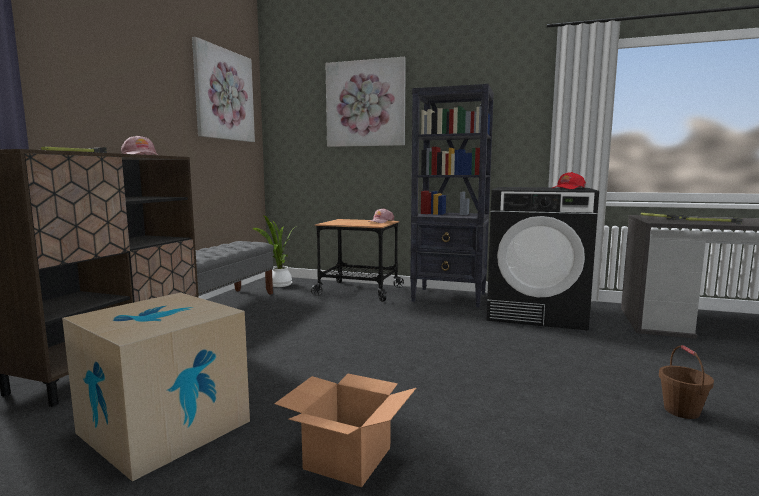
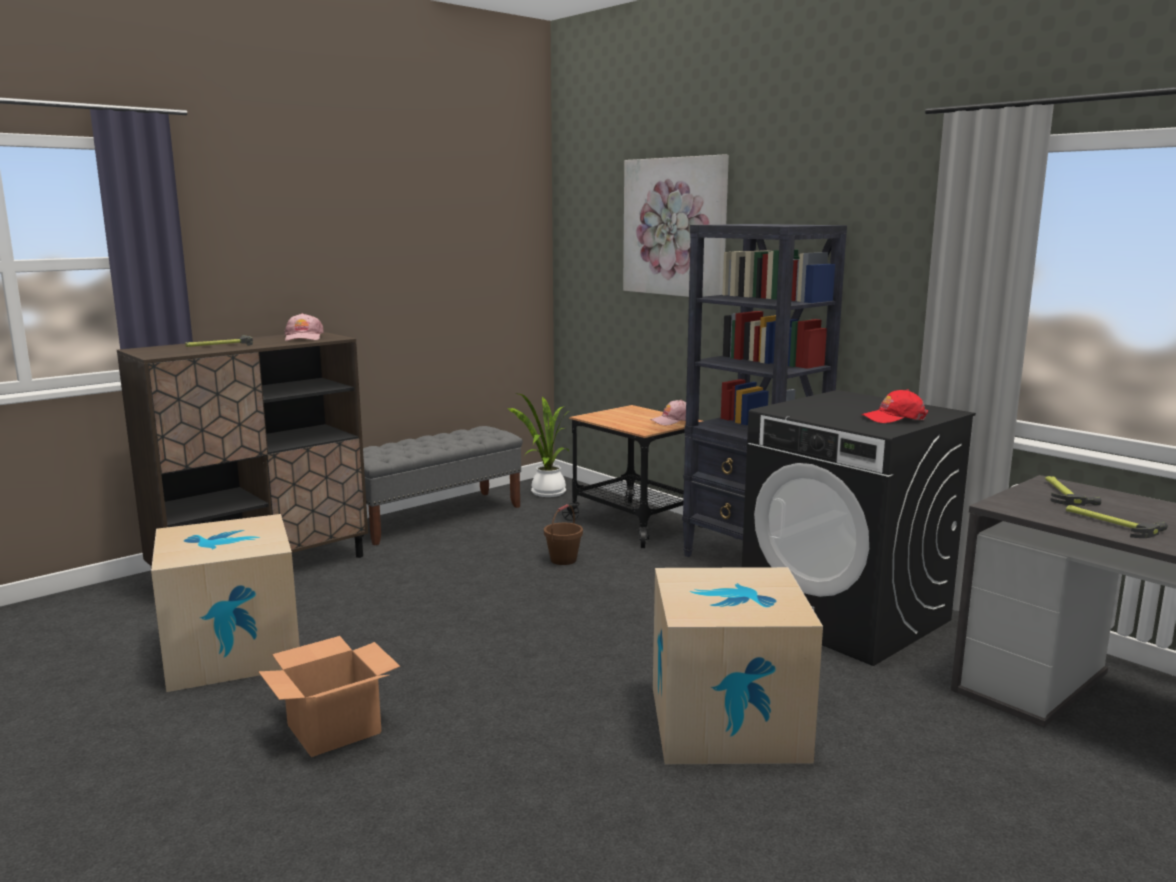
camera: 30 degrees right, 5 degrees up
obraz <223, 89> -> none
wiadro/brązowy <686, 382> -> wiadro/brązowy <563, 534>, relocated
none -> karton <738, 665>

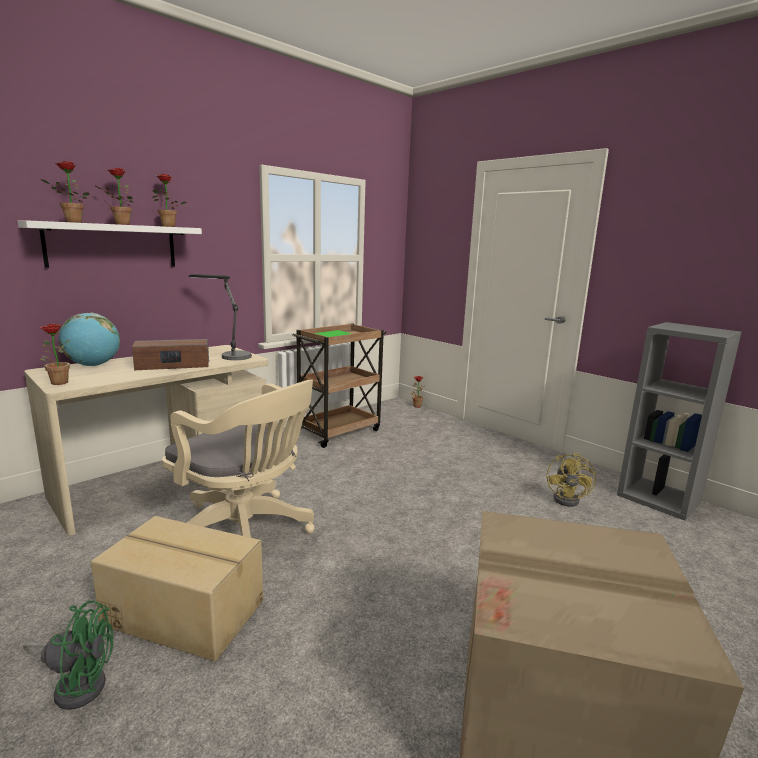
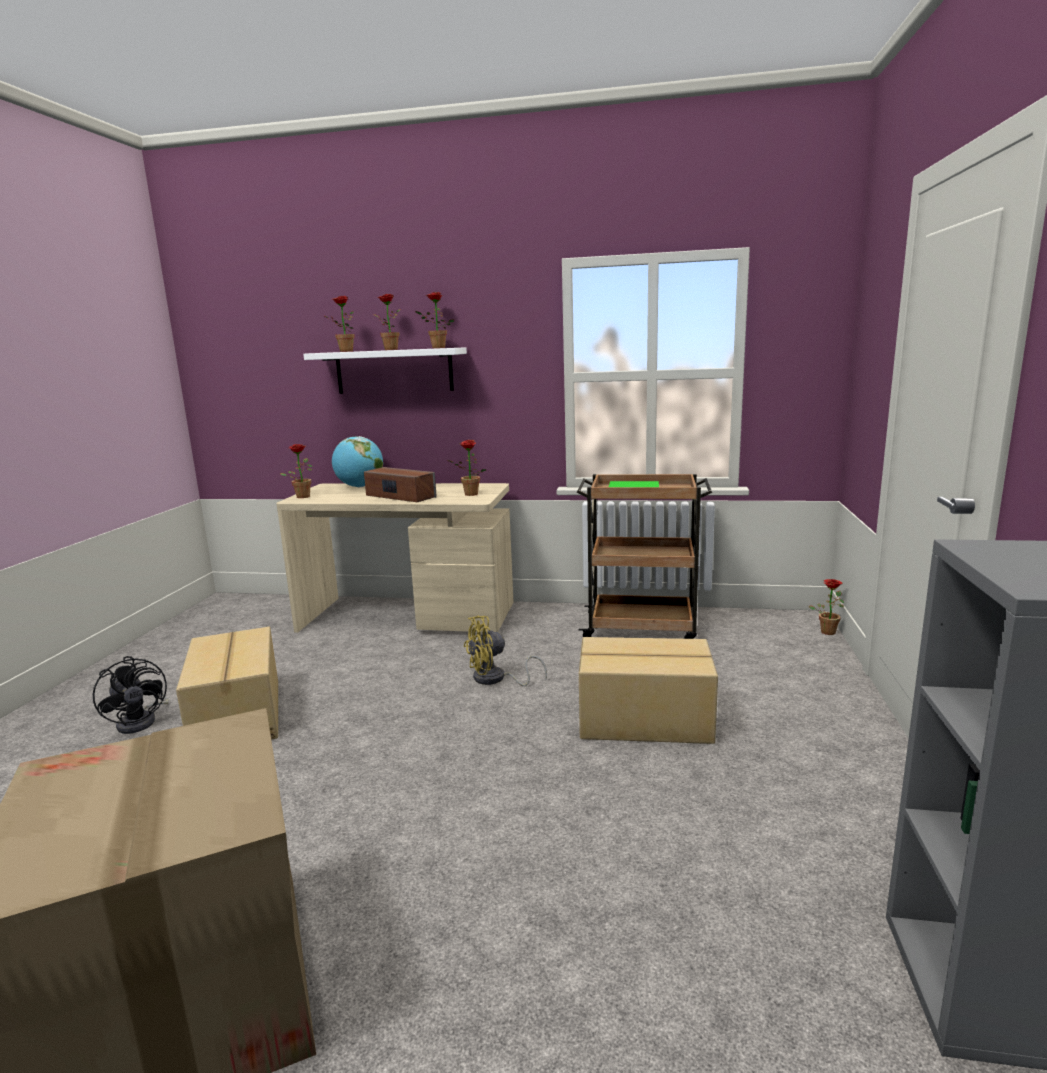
camera: 55 degrees right, 0 degrees up
lampa stołowa <220, 317> -> roślina doniczkowa <466, 468>
krzesło biurowe/beżowy <238, 459> -> none
wentylator/żółty <571, 480> -> wentylator/żółty <505, 651>, relocated
wentylator/zielony <68, 655> -> wentylator/czarny <131, 695>
none -> karton <648, 690>

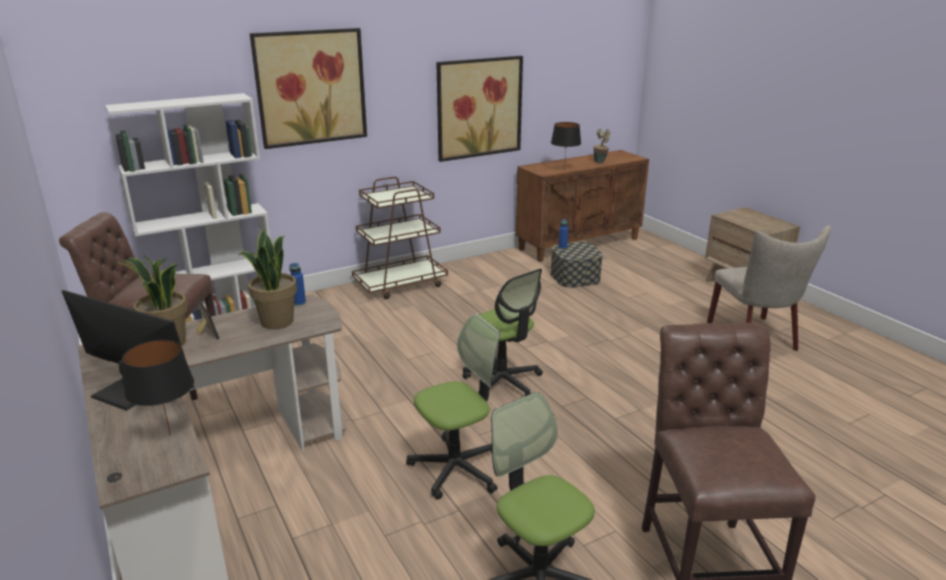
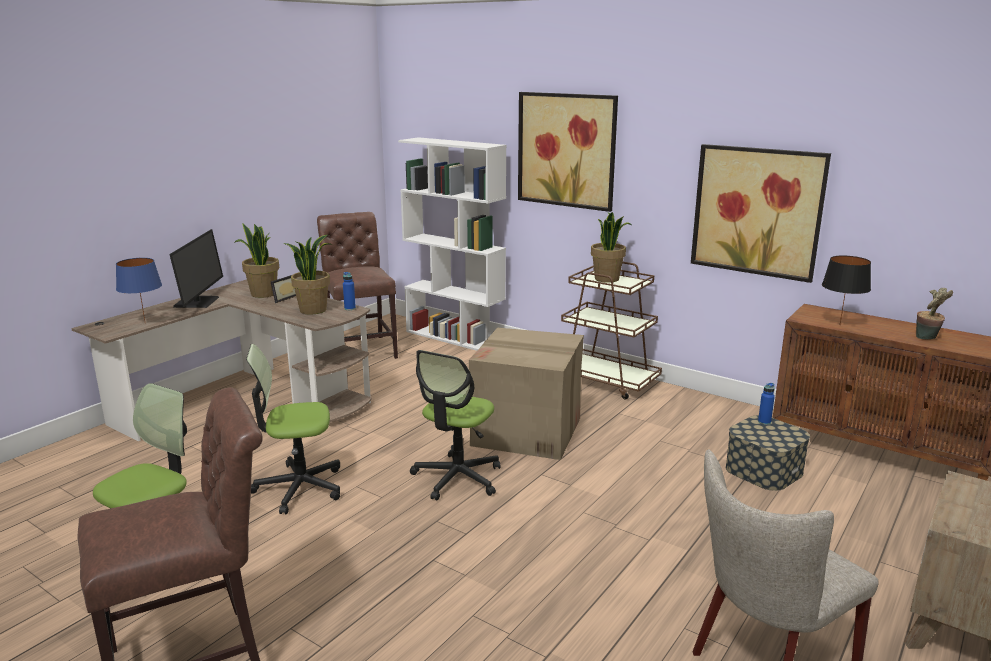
camera: 65 degrees right, 5 degrees down
krzesło biurowe <453, 407> -> krzesło biurowe <293, 429>, 135 degrees clockwise
lampa stołowa/czarny <158, 388> -> lampa stołowa/niebieski <139, 289>
none -> roślina doniczkowa <611, 247>
none -> karton <526, 394>

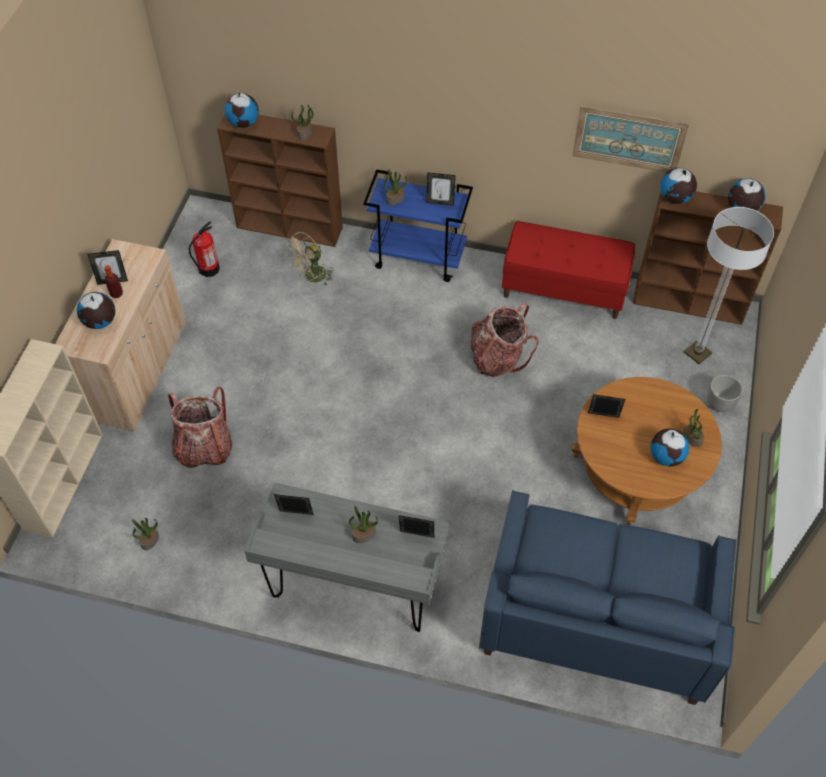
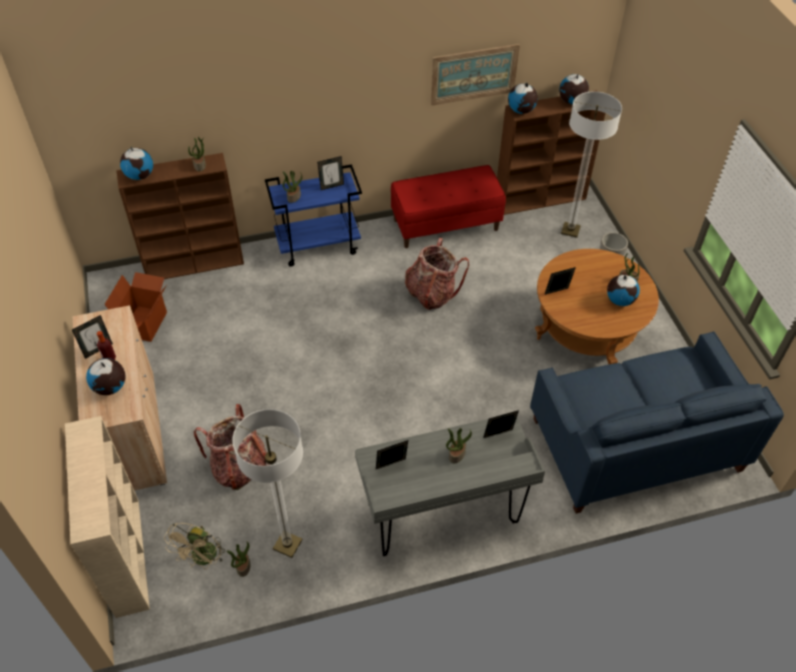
camera: 30 degrees left, 5 degrees down
gaśnica <204, 249> -> karton <135, 307>
wentylator/beżowy <309, 259> -> wentylator/beżowy <195, 546>, relocated
none -> lampa stojąca <267, 483>

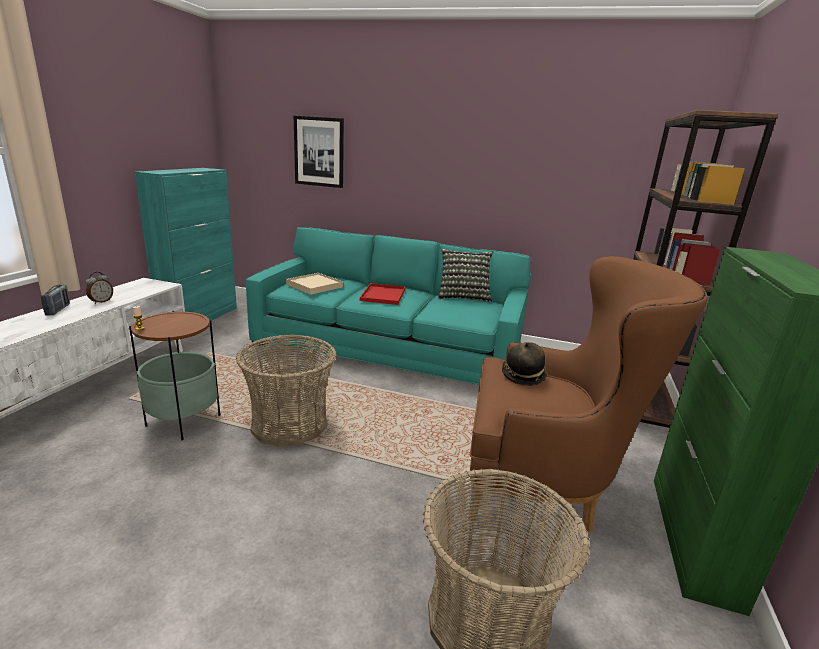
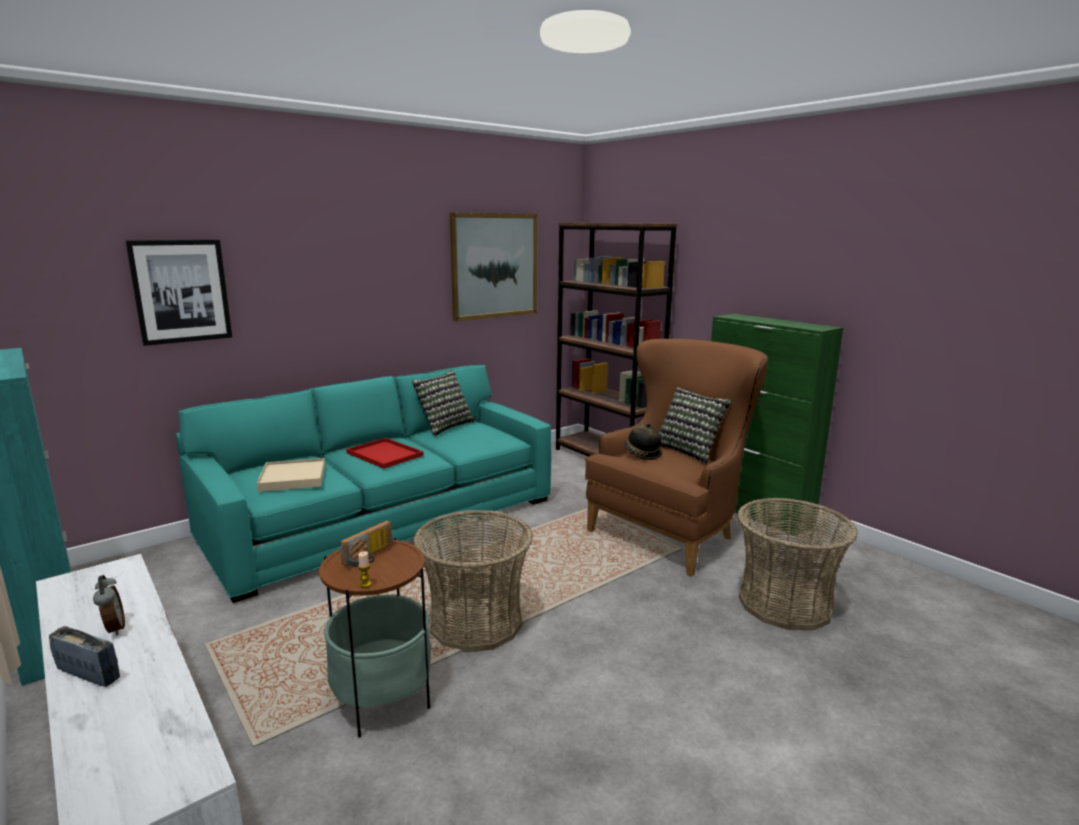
camera: 55 degrees left, 5 degrees down
none -> obraz <493, 267>
none -> poduszka <695, 426>
none -> radio <366, 544>

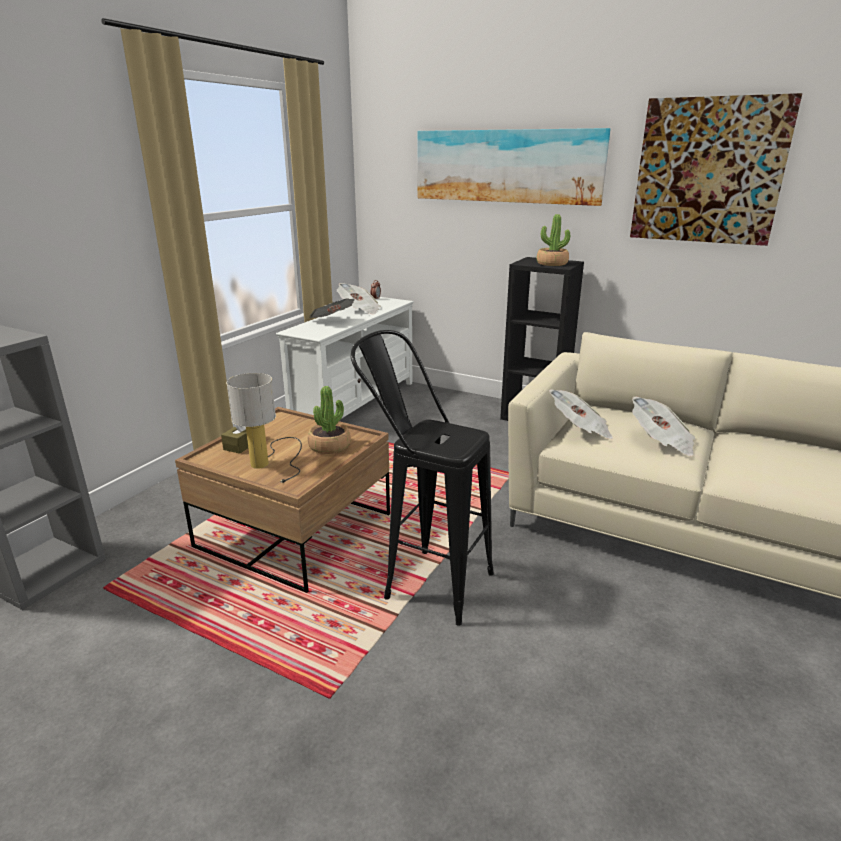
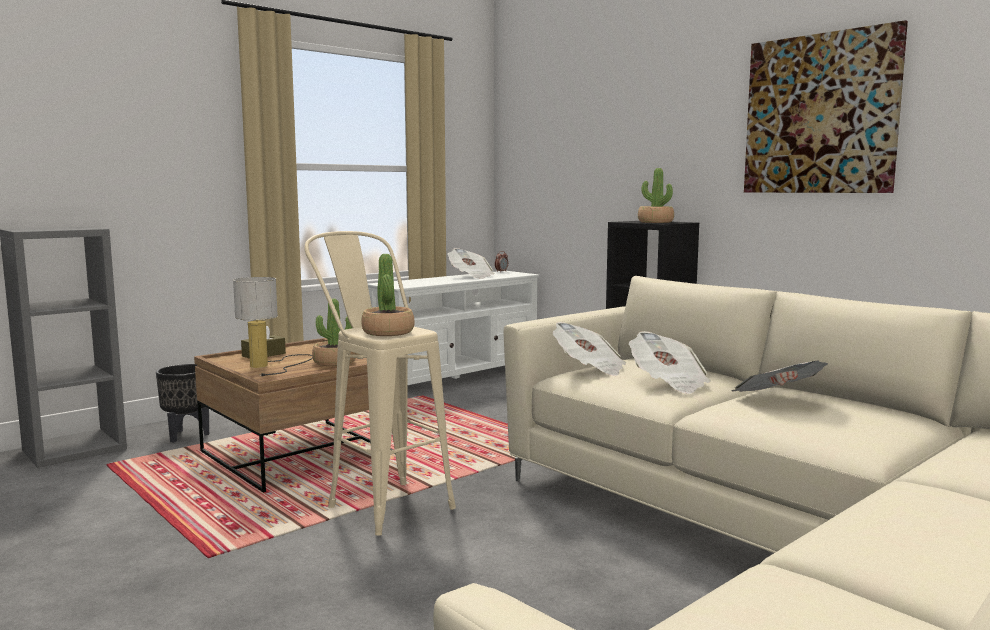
camera: 20 degrees right, 15 degrees down
obraz <514, 167> -> none
gazeta <331, 308> -> gazeta <779, 376>, relocated
stołek/czarny <422, 478> -> stołek/beżowy <380, 383>
none -> roślina doniczkowa <388, 295>
none -> donica/czarny <182, 403>

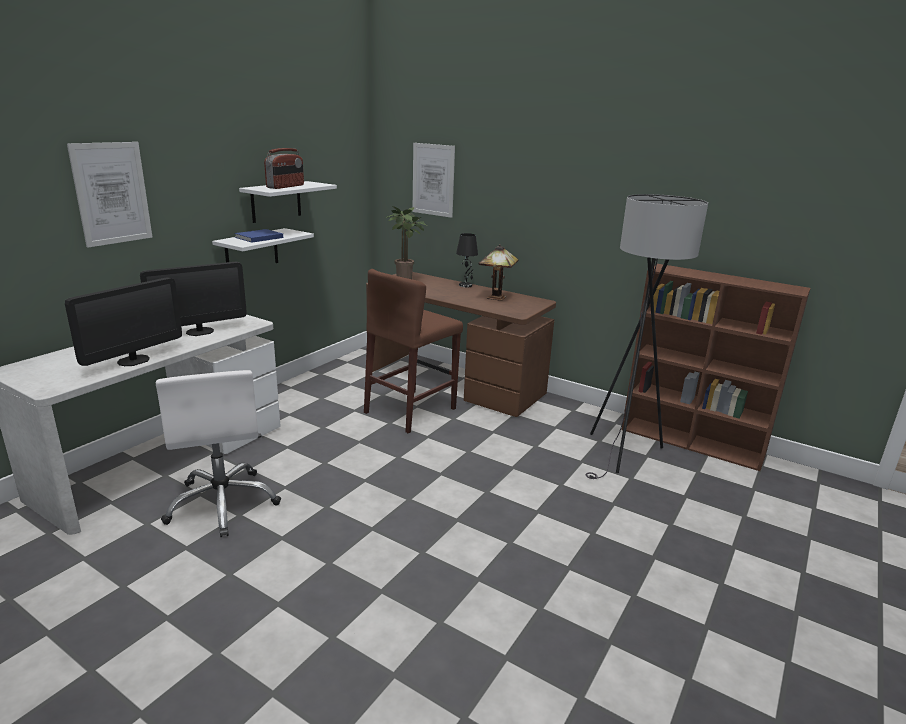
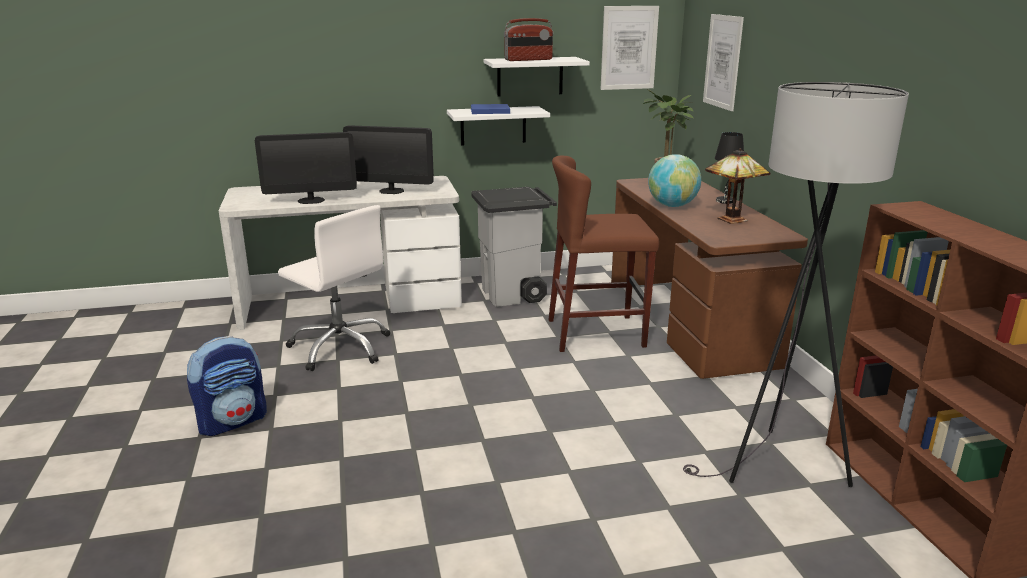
camera: 45 degrees right, 0 degrees up
obraz <109, 195> -> obraz <629, 48>, relocated
krzesło biurowe/biały <218, 453> -> krzesło biurowe/biały <334, 288>, 75 degrees counterclockwise
none -> globus <674, 180>
none -> kosz na śmieci/szary <514, 247>
none -> plecak <227, 386>

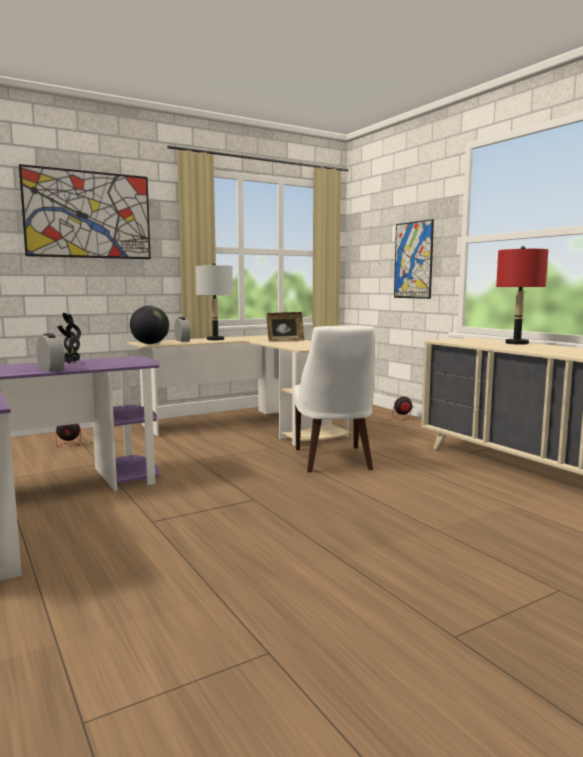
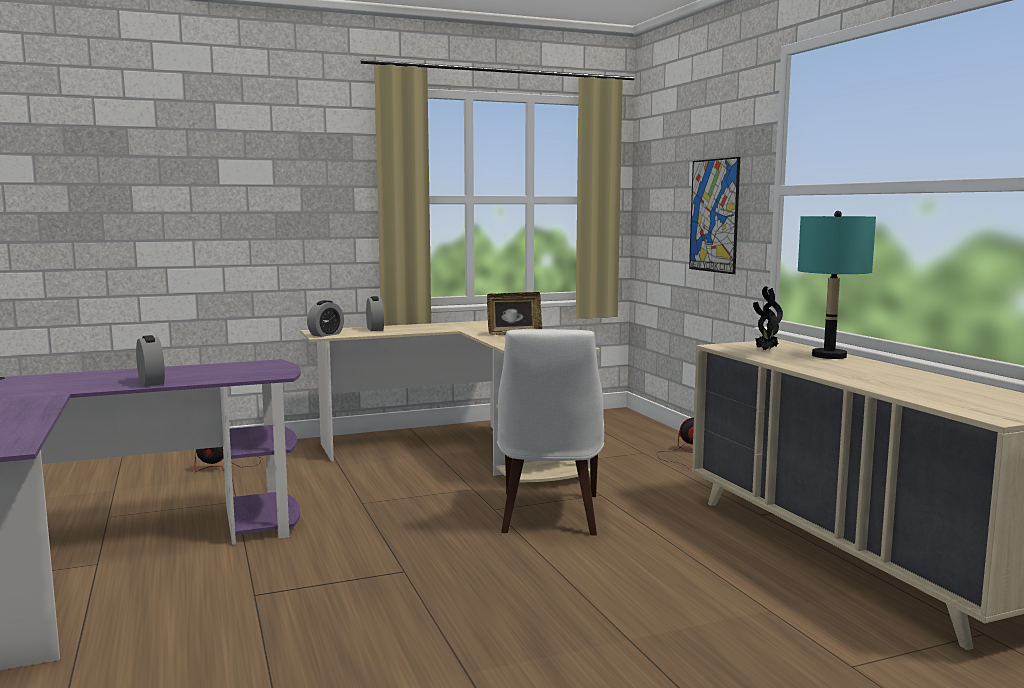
camera: 10 degrees right, 0 degrees up
obraz <85, 211> -> none
lampa stołowa/czerwony <522, 295> -> lampa stołowa/turkusowy <837, 285>
lampa stołowa/szary <214, 301> -> none
globus <149, 325> -> budzik <325, 318>
roślina doniczkowa <69, 338> -> roślina doniczkowa <768, 318>, relocated

